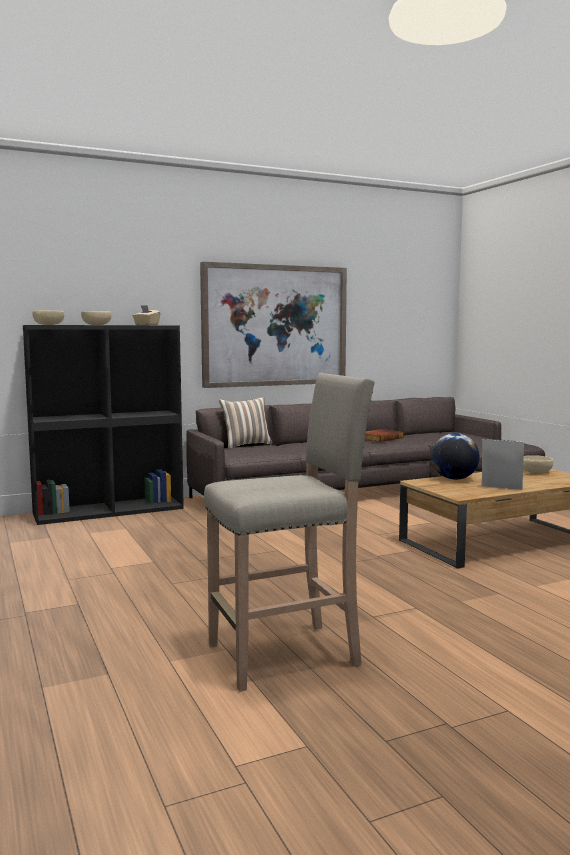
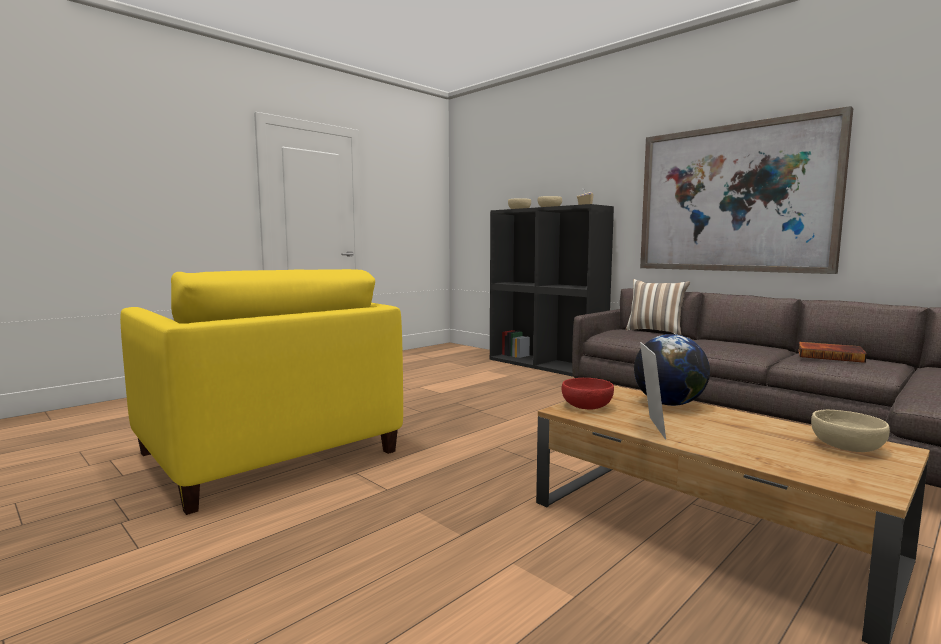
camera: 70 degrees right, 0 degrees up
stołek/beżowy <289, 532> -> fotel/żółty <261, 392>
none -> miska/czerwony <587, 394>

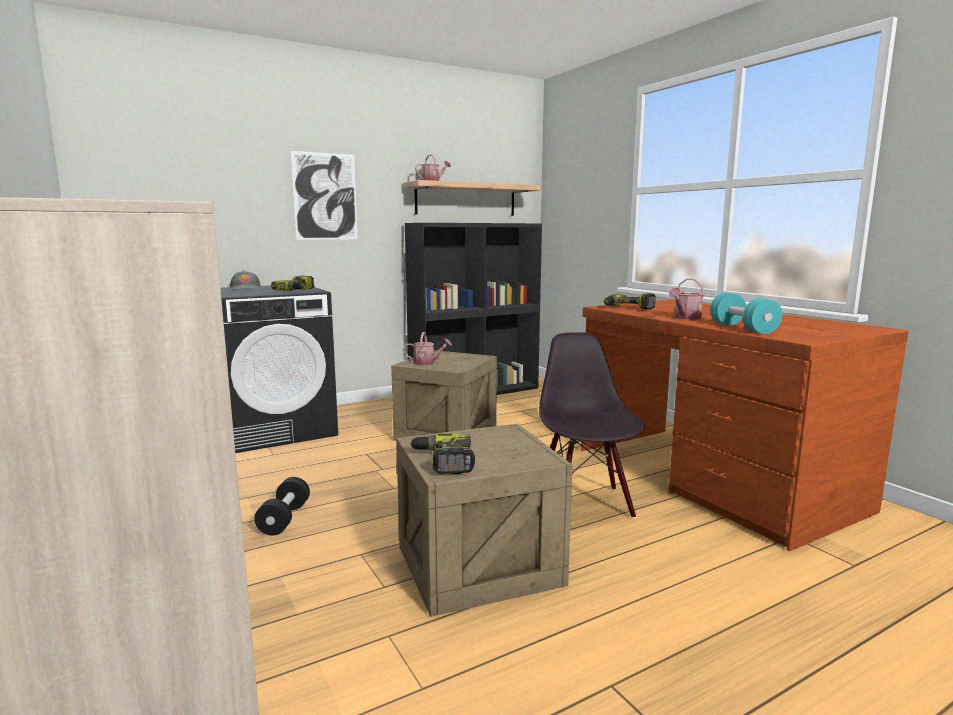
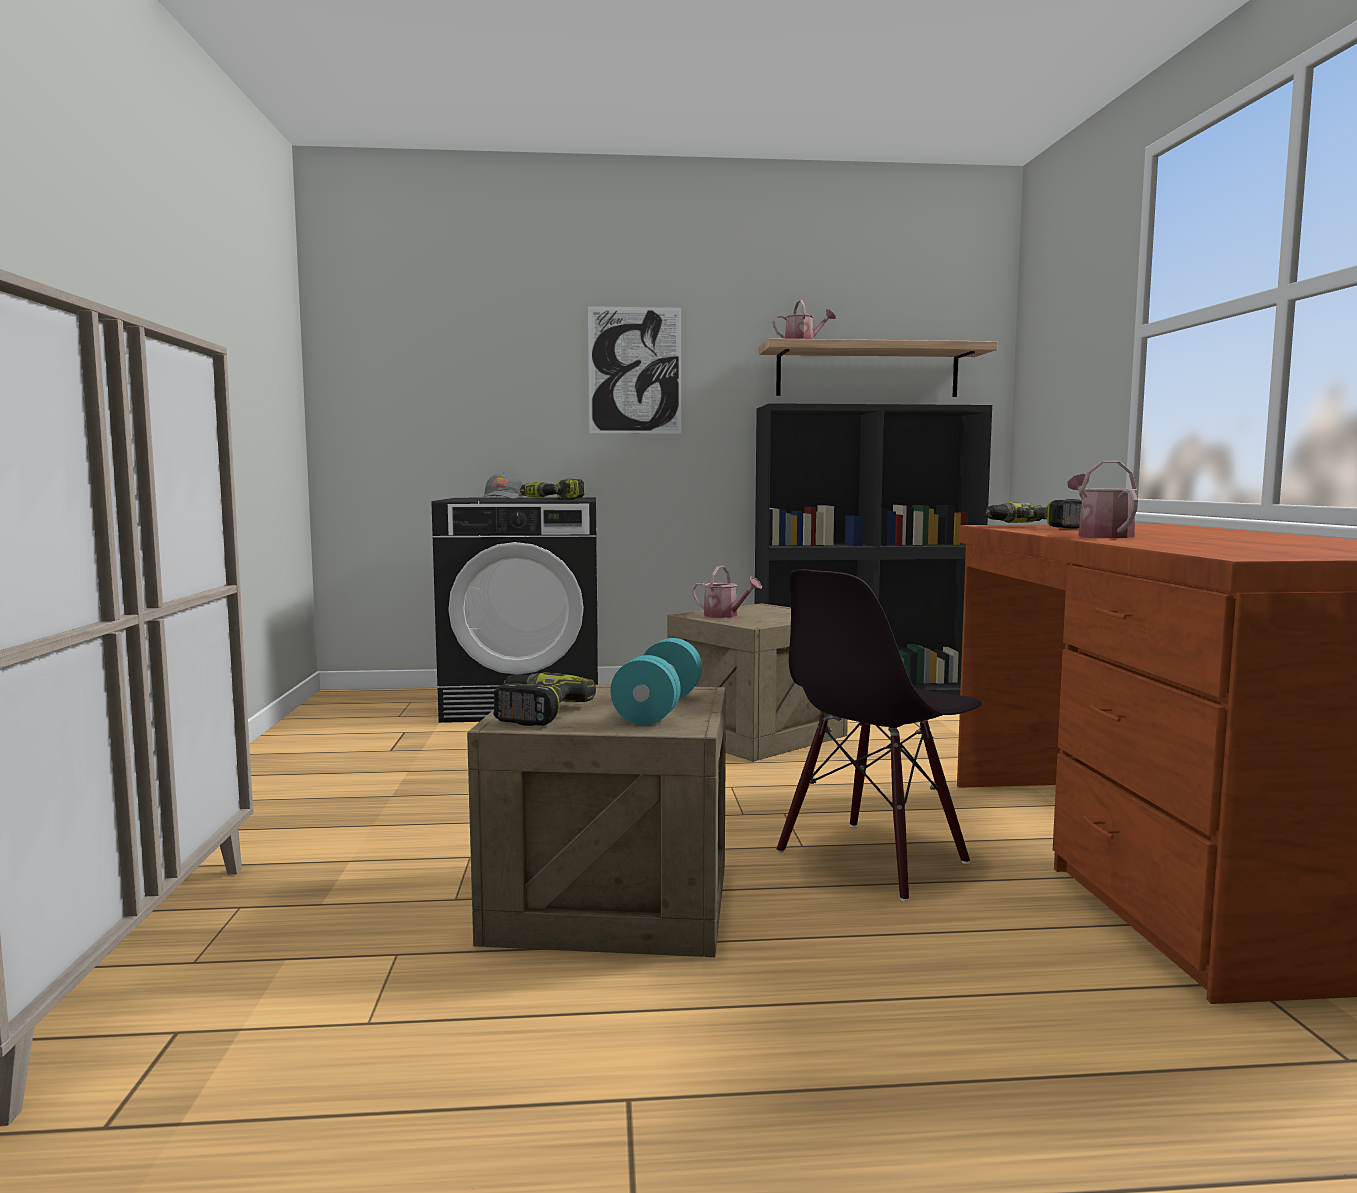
camera: 25 degrees right, 5 degrees down
konewka <687, 299> -> konewka <1103, 499>, 105 degrees clockwise
hantel/turkusowy <746, 313> -> hantel/turkusowy <656, 681>, relocated
krzesło/czarny <592, 425> -> krzesło/czarny <879, 735>, 150 degrees counterclockwise
hantel/czarny <282, 506> -> none

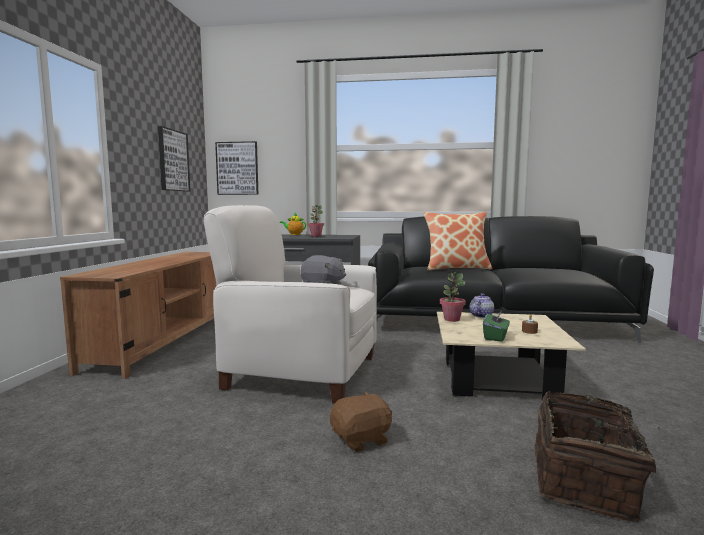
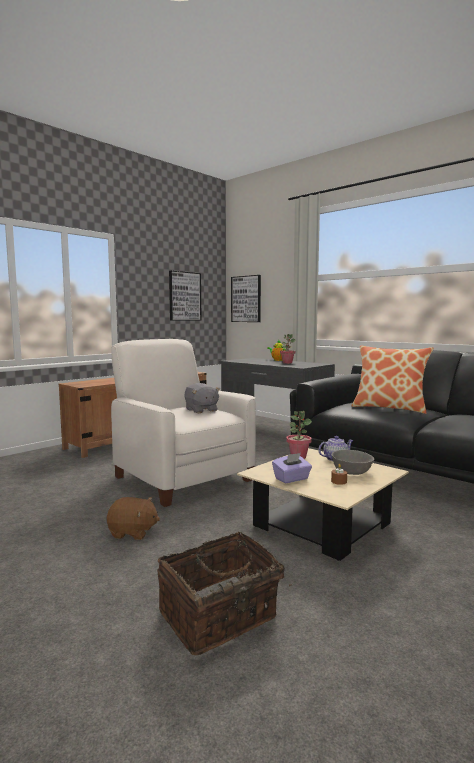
camera: 35 degrees right, 0 degrees up
pudełko chusteczek/zielony <496, 326> -> pudełko chusteczek/fioletowy <292, 468>
none -> miska/szary <353, 462>

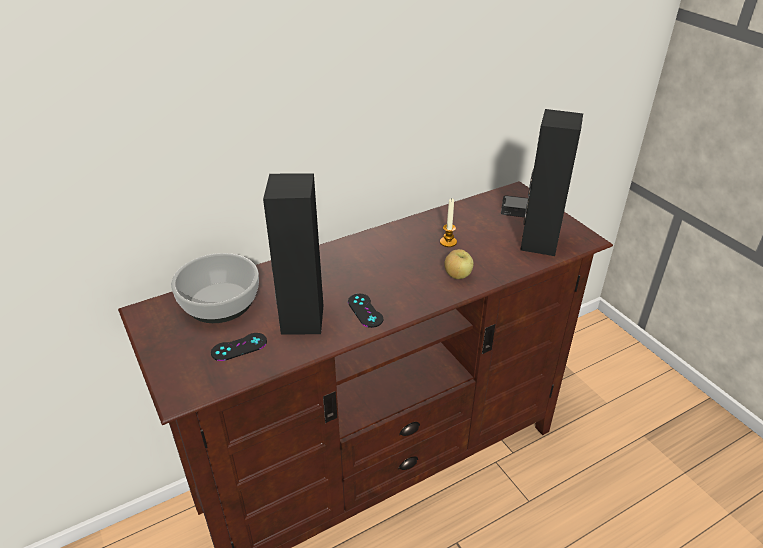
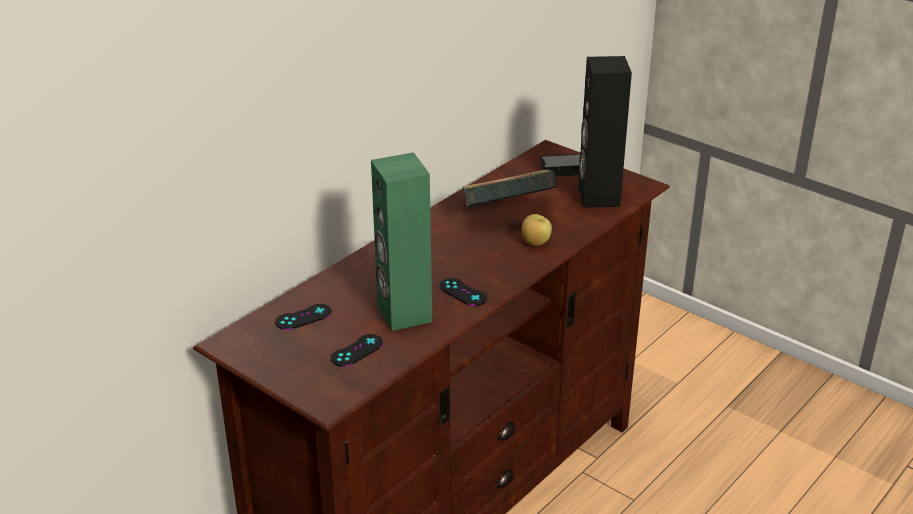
camera: 20 degrees left, 5 degrees down
głośnik/czarny <293, 254> -> głośnik/zielony <401, 241>
świeca <448, 223> -> książka <509, 188>
miska <215, 288> -> pad do gier/czarny <303, 317>

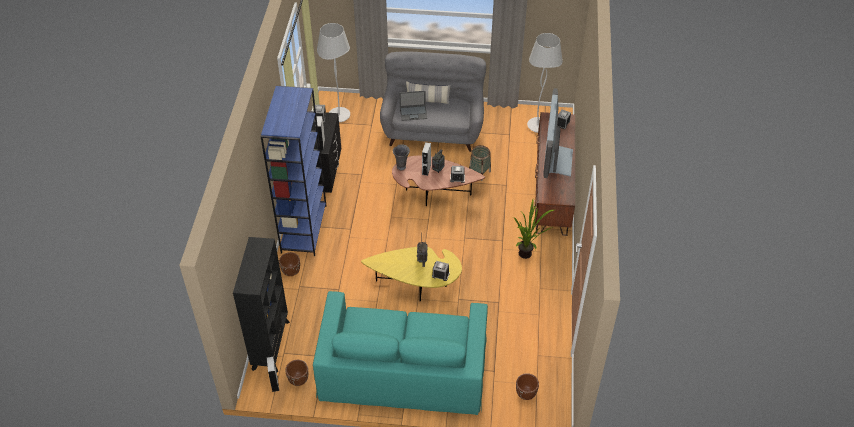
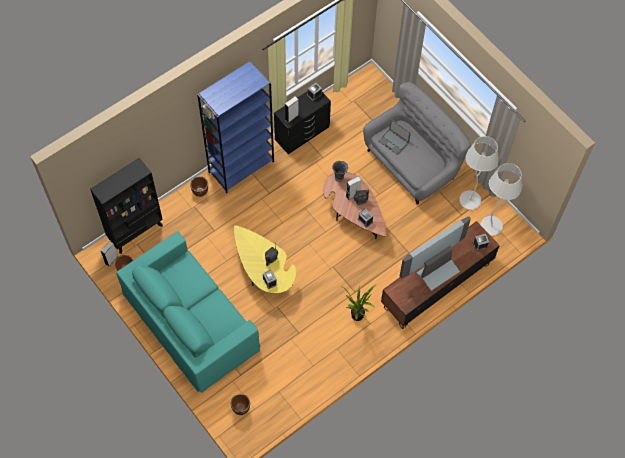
camera: 45 degrees right, 15 degrees up
lampa stojąca/biały <333, 72> -> lampa stojąca/biały <479, 173>, relocated
poduszka <428, 92> -> none
koszyk <480, 163> -> none

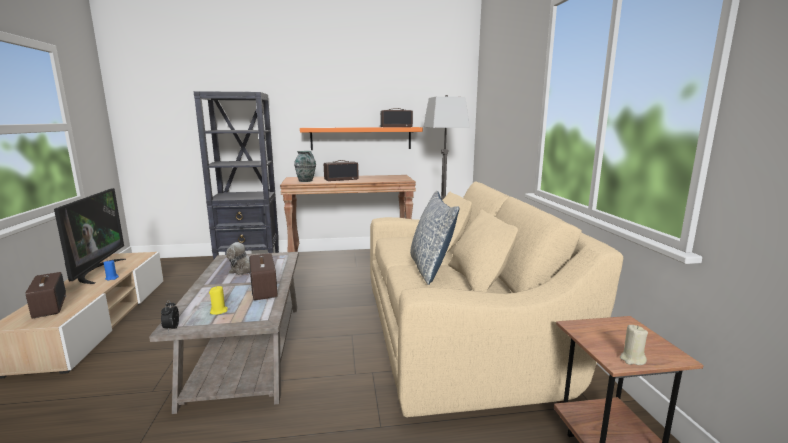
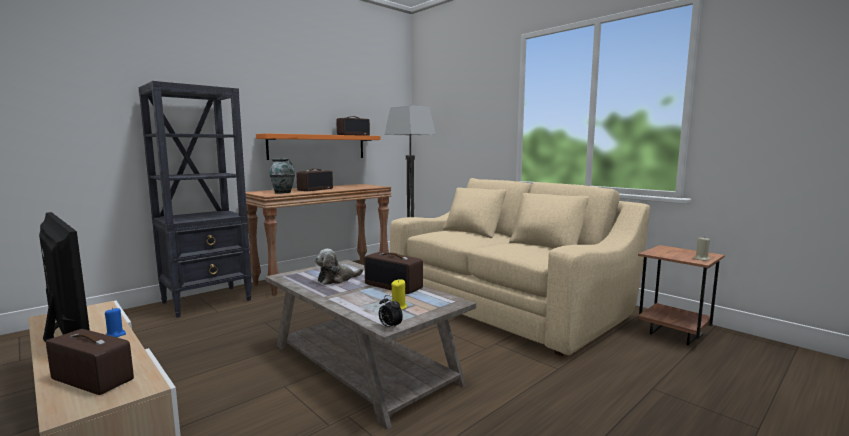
camera: 35 degrees left, 5 degrees down
poduszka <434, 238> -> none

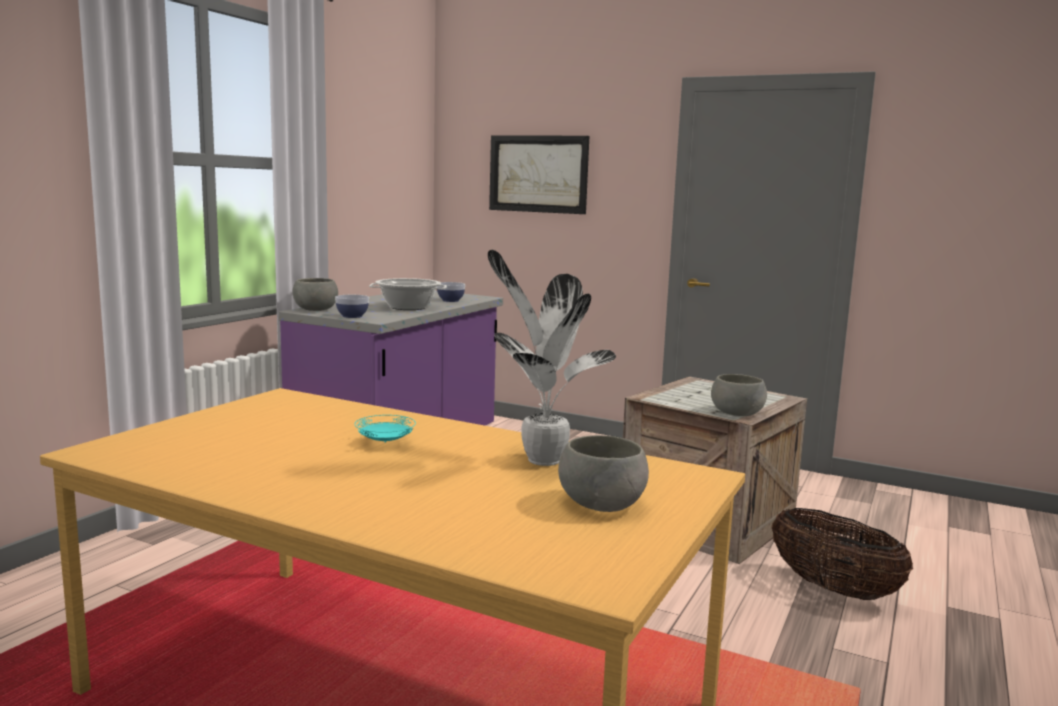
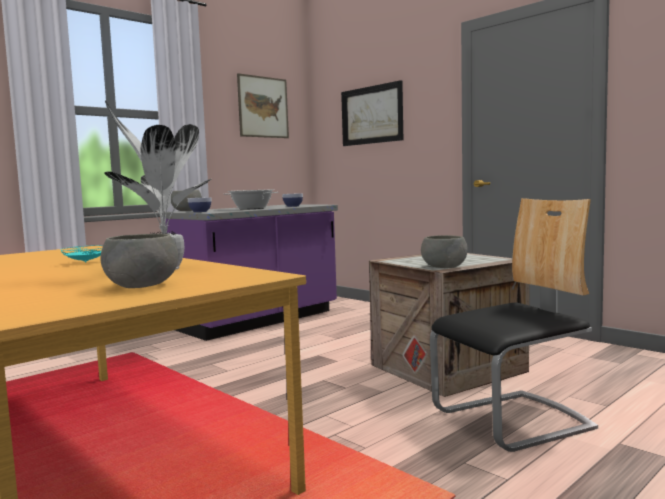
camera: 20 degrees right, 5 degrees down
koszyk <842, 554> -> krzesło <514, 325>
none -> obraz <263, 105>

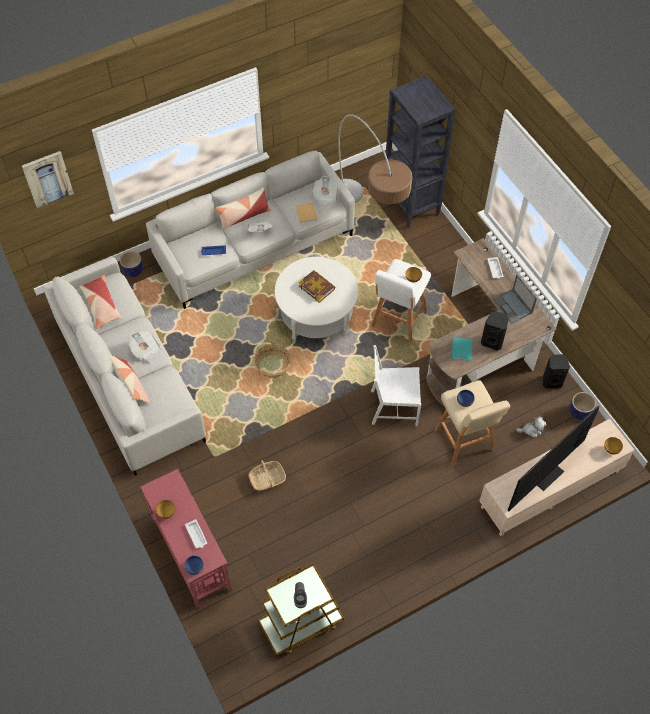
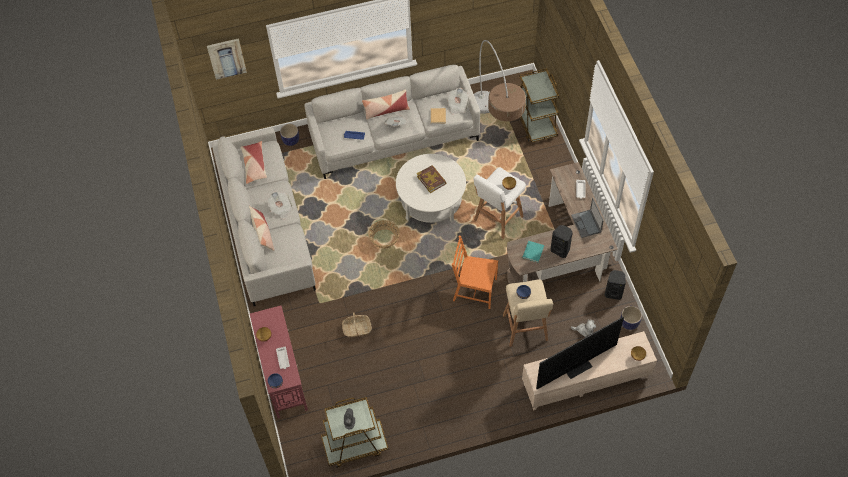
camera: 15 degrees right, 0 degrees up
regał/czarny <420, 151> -> wózek/brązowy <539, 105>
krzesło/biały <396, 385> -> krzesło/pomarańczowy <475, 272>

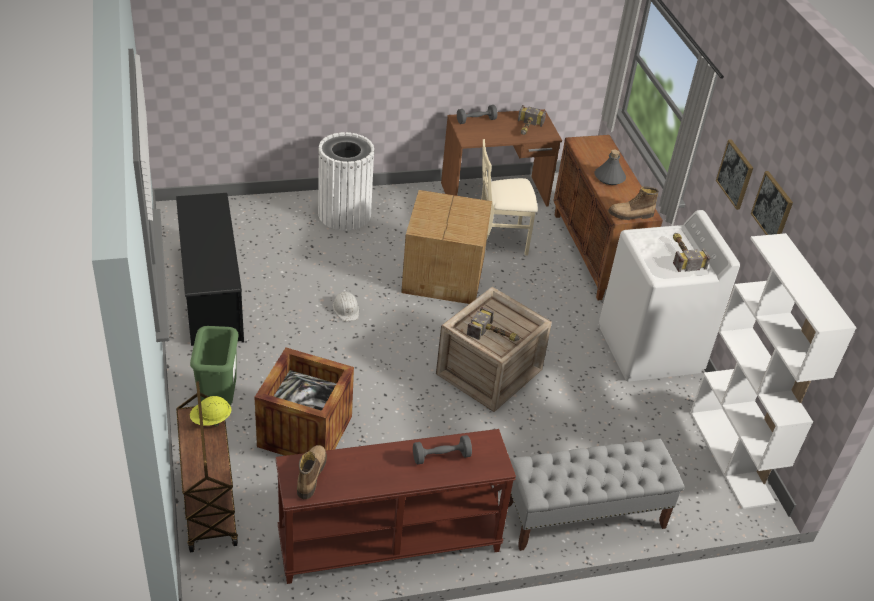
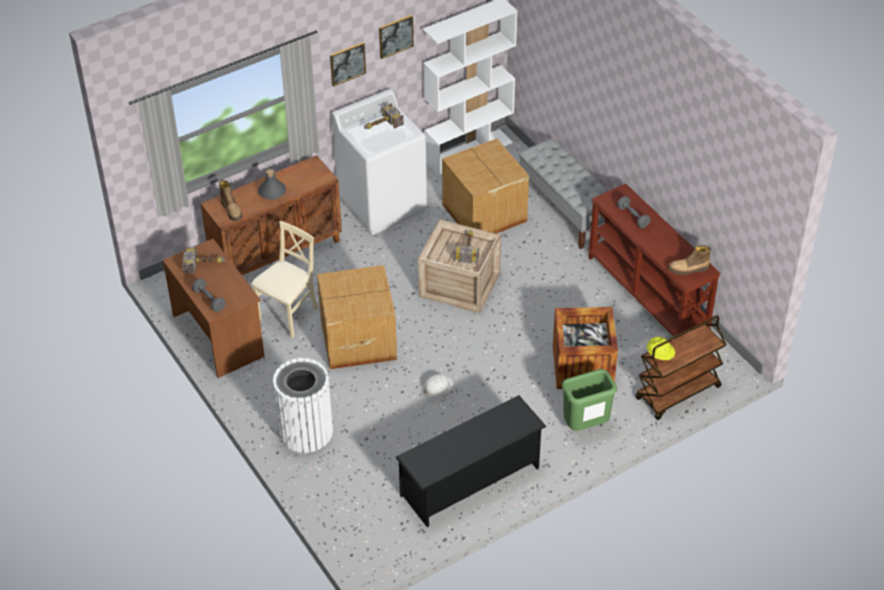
camera: 105 degrees left, 5 degrees up
krzesło/beżowy <509, 197> -> krzesło/beżowy <285, 279>, 120 degrees counterclockwise
but z cholewką <633, 203> -> but z cholewką <231, 200>, relocated
none -> karton <485, 186>

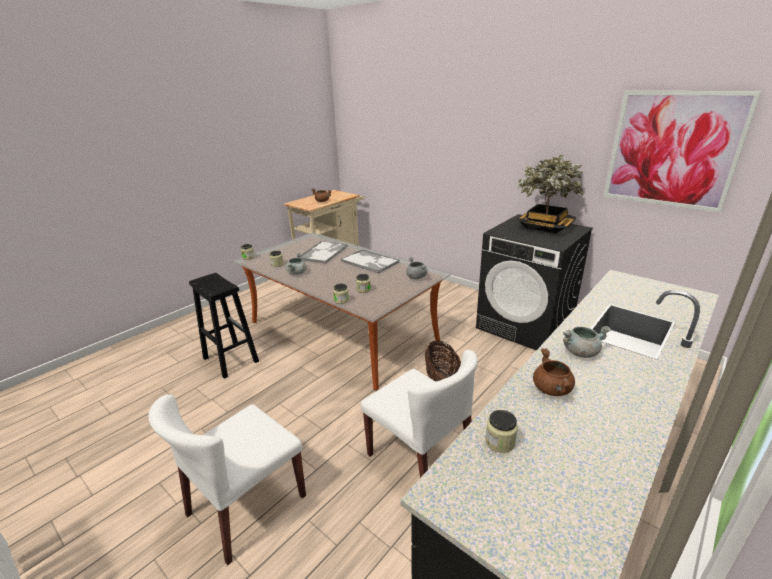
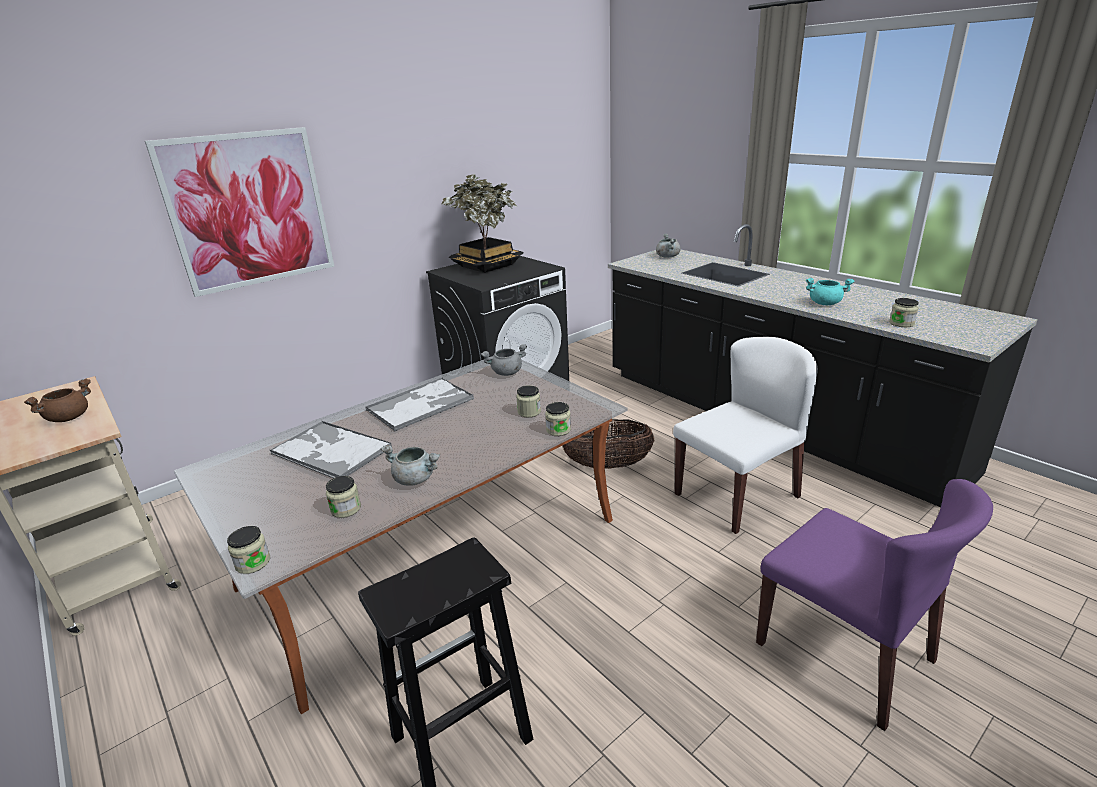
camera: 80 degrees left, 0 degrees up
obraz <683, 152> -> obraz <239, 212>, relocated
garnek/szary <587, 342> -> garnek/szary <668, 246>, relocated
garnek/brązowy <554, 372> -> garnek/turkusowy <830, 291>
krzesło/biały <227, 479> -> krzesło/fioletowy <874, 605>

